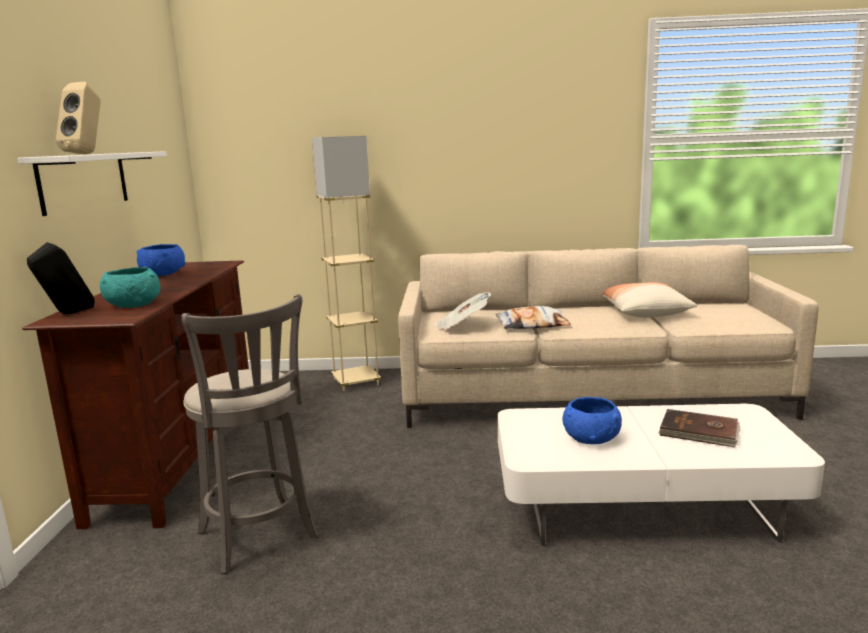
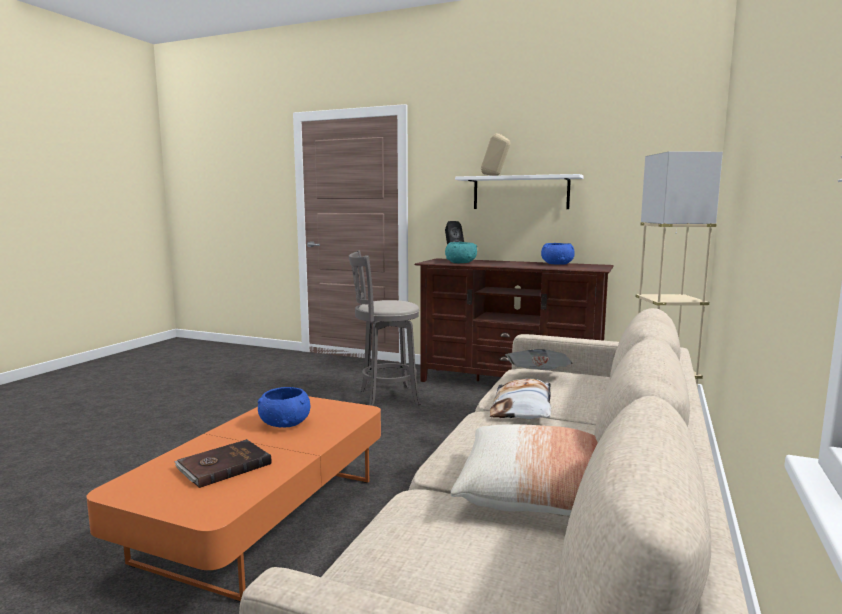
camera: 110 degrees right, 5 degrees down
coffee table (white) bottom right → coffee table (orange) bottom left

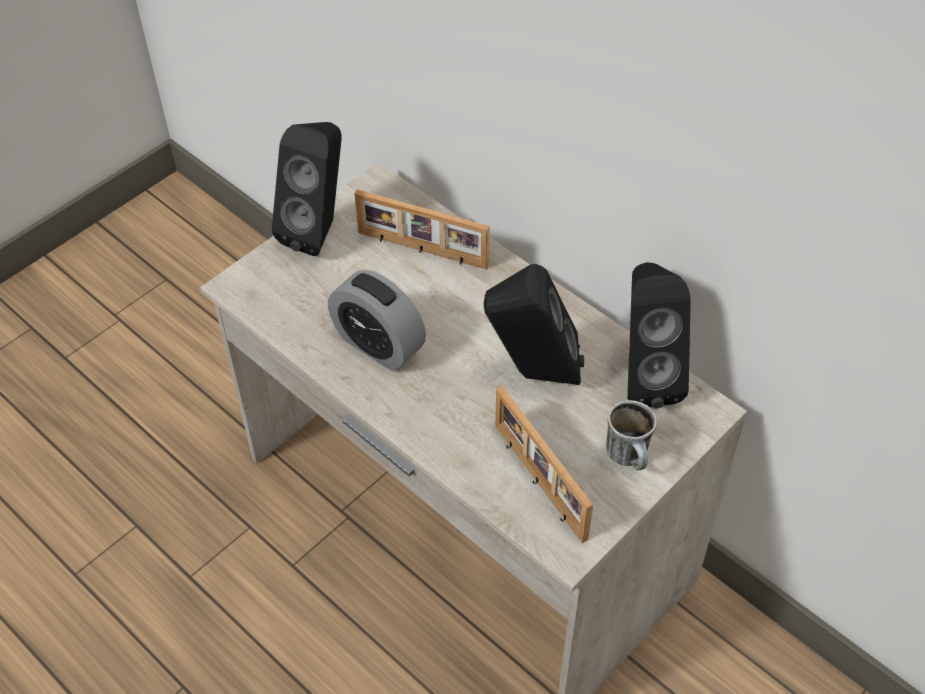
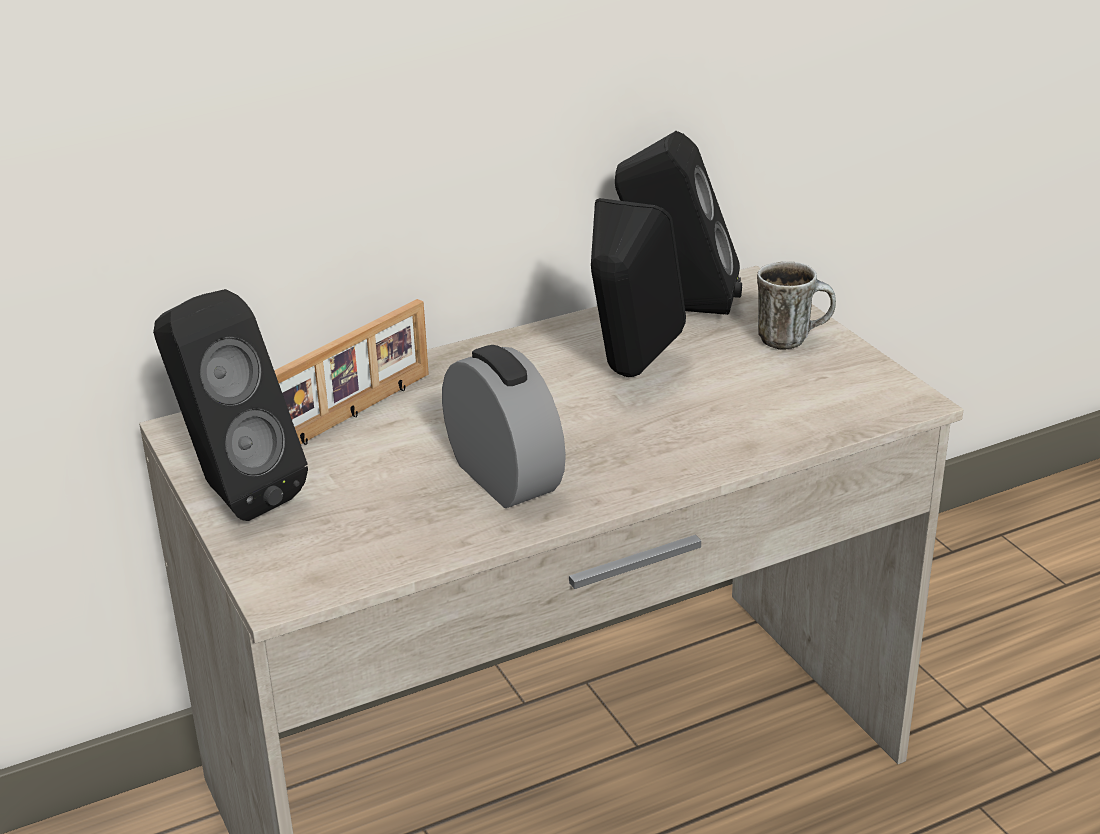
camera: 70 degrees left, 20 degrees down
alarm clock centre, 90 degrees counterclockwise
picture frame (no. 2 from left) bottom centre → -

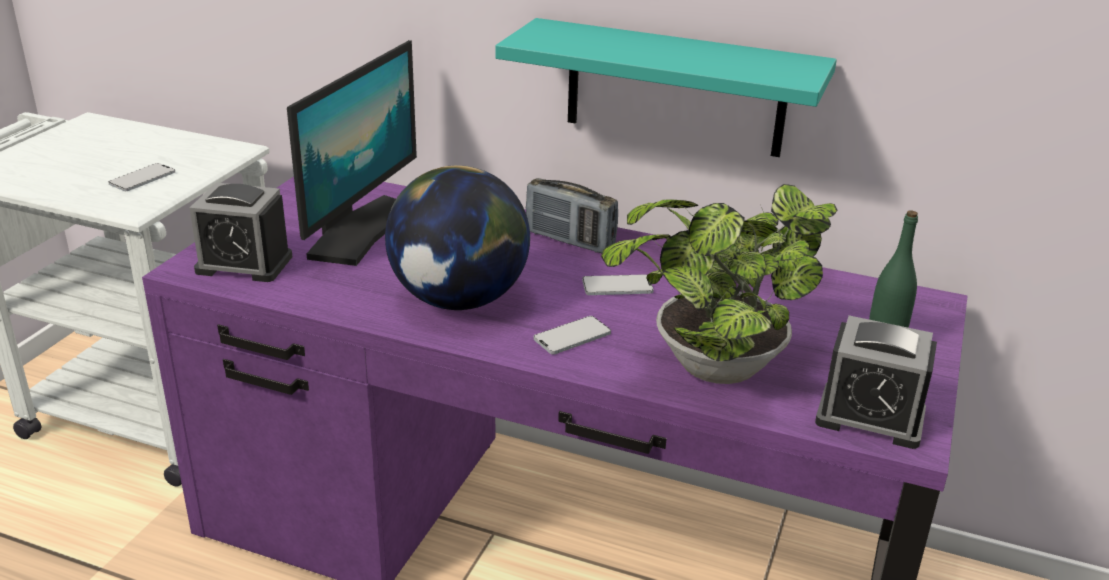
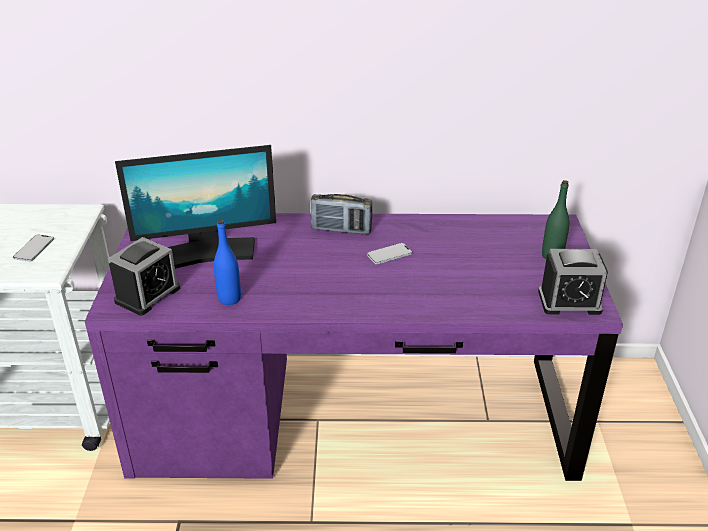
camera: 20 degrees left, 5 degrees up
alarm clock (no. 1 from left) middle left, 45 degrees counterclockwise
monitor top left → monitor middle left, 75 degrees clockwise
- → bottle (blue) middle left
globe centre → -
shelf (turquoise) top centre → -
phone (no. 2 from left) centre → -
potted plant centre → -

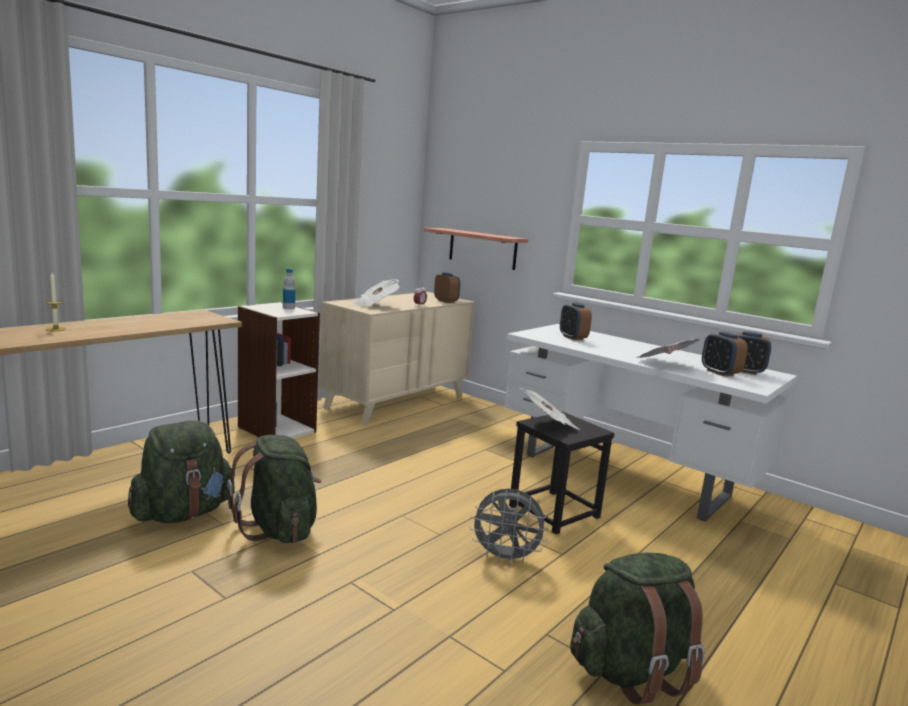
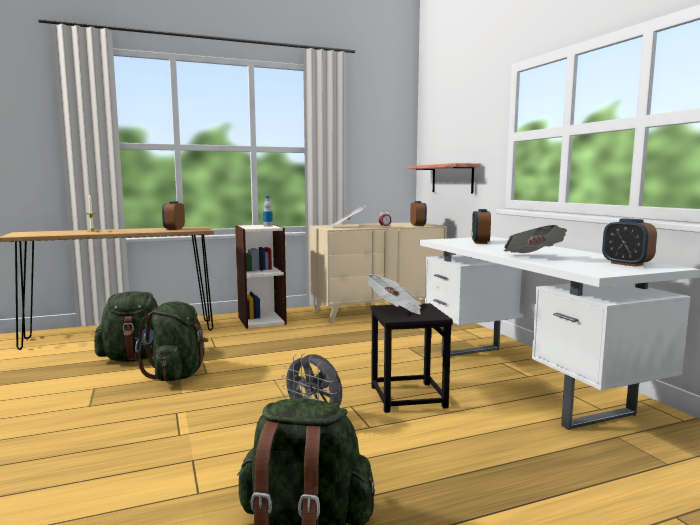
camera: 30 degrees right, 5 degrees down
alarm clock (no. 4 from left in the first image) middle right → alarm clock (no. 1 from left) middle left, shifted

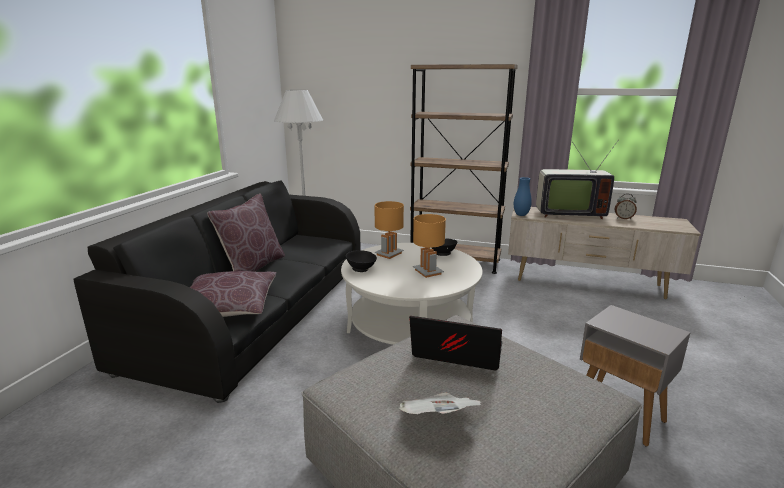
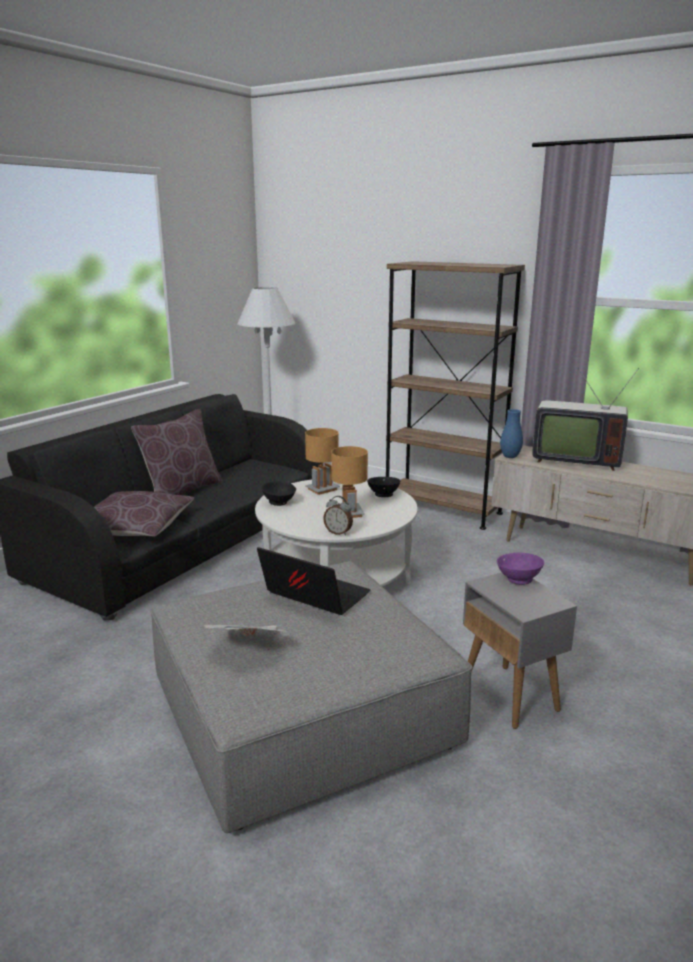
camera: 15 degrees right, 0 degrees up
alarm clock middle right → alarm clock centre, shifted
- → bowl (purple) middle right

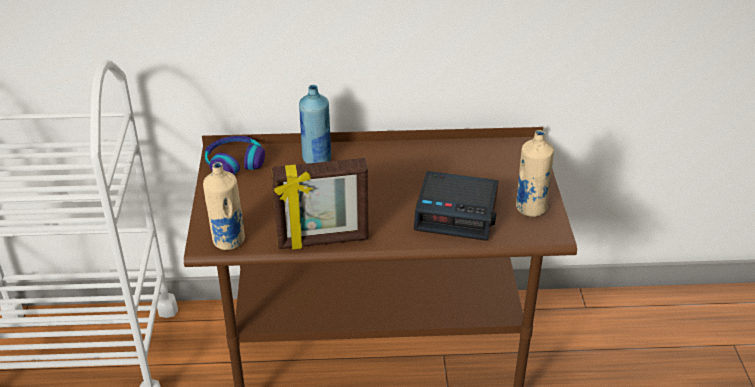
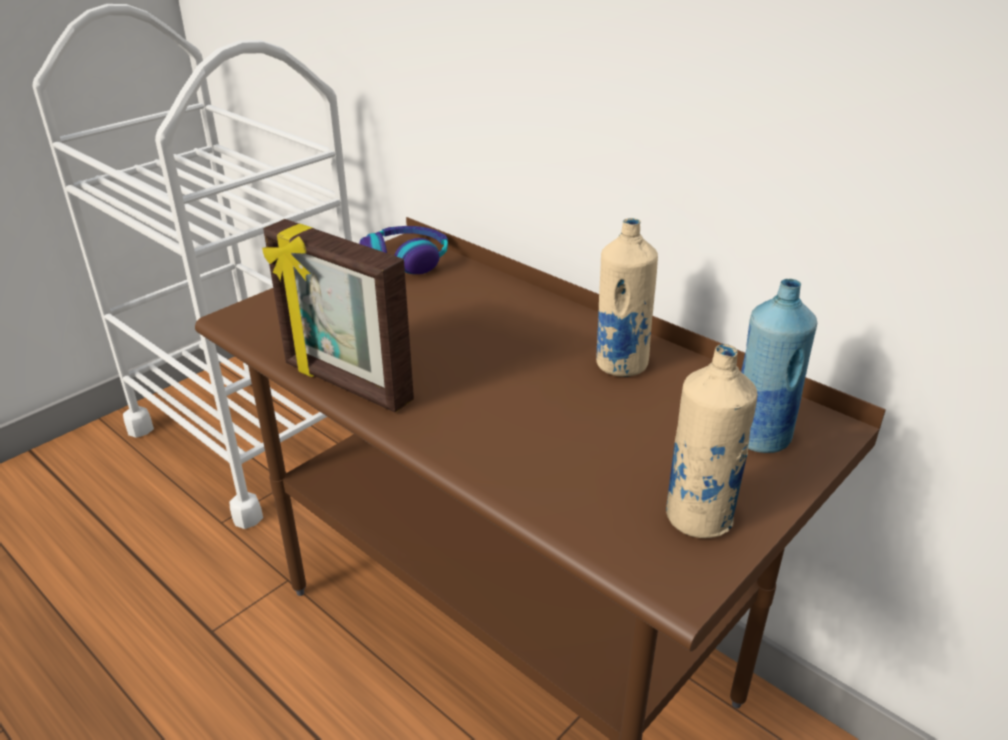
camera: 45 degrees right, 5 degrees down
bottle (beige) (no. 1 from left) middle left → bottle (beige) (no. 1 from left) centre, shifted
bottle (blue) top centre → bottle (blue) middle right, shifted
alarm clock centre → -

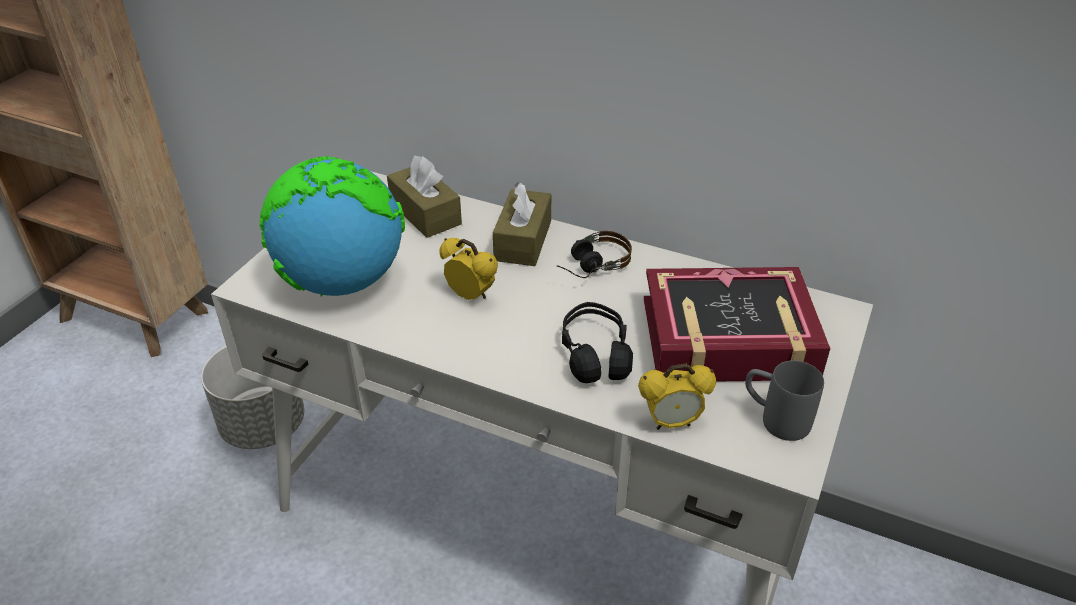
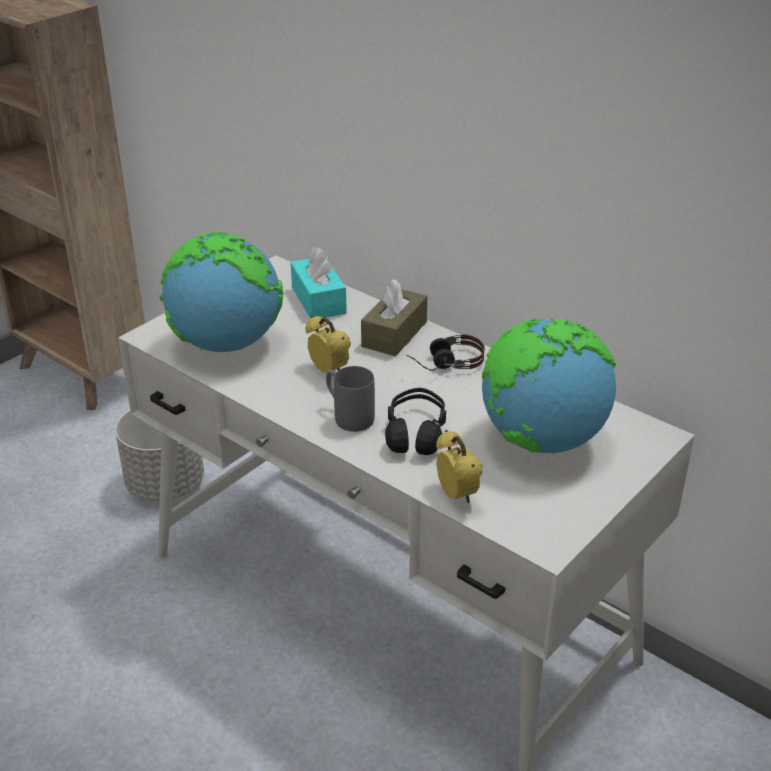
camera: 15 degrees right, 5 degrees down
tissue box (brown) (no. 1 from left) top centre → tissue box (turquoise) centre
mug (grey) middle right → mug (grey) centre, shifted
alarm clock (no. 2 from left) centre, 120 degrees counterclockwise
book middle right → globe (no. 2 from left) middle right

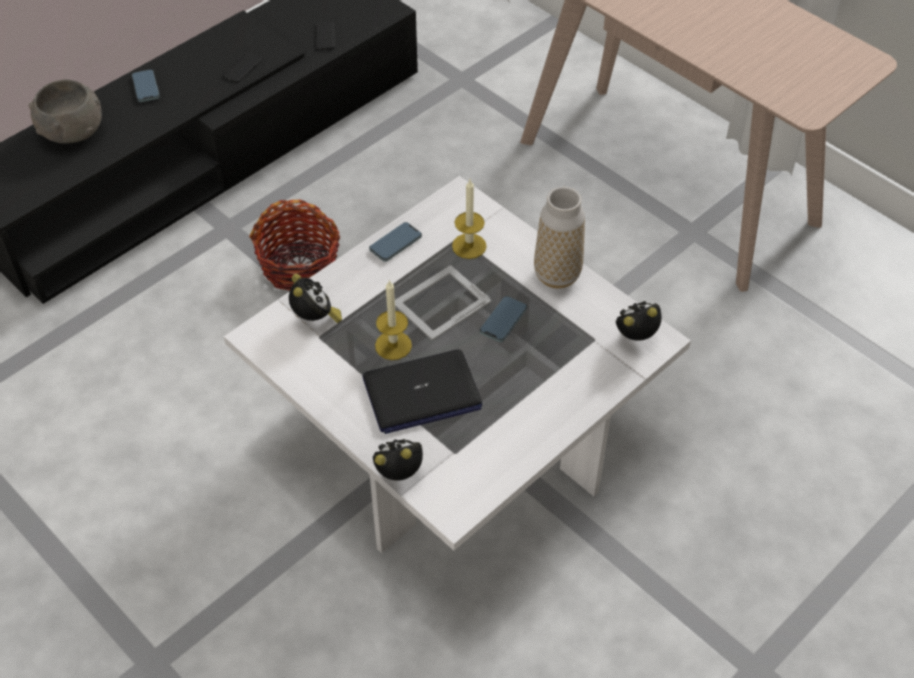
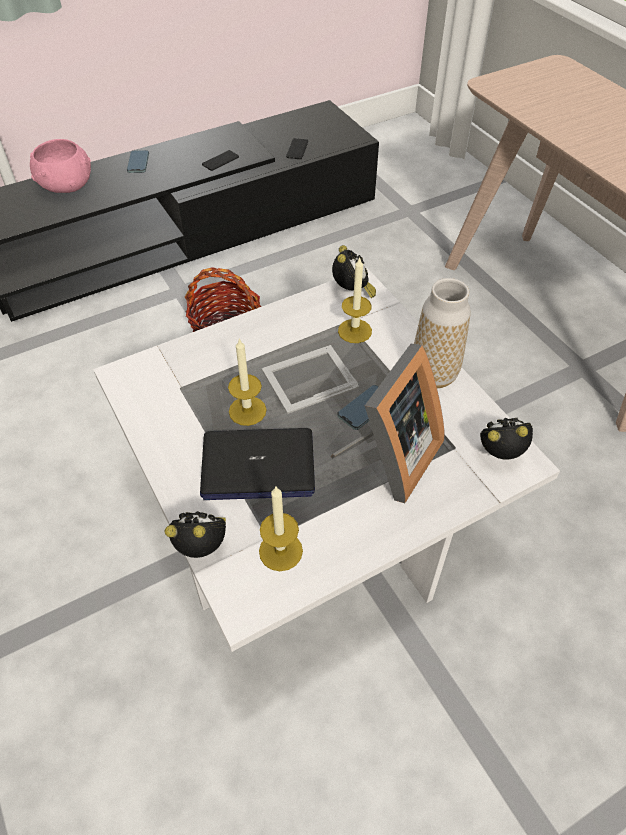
camera: 15 degrees right, 0 degrees up
bowl (grey) top left → bowl (pink) top left
- → candle (no. 2 from left) centre
- → picture frame (no. 2 from left) centre
alarm clock (no. 1 from left in the first image) centre → alarm clock (no. 2 from left) top centre, shifted
phone (no. 4 from left) centre → -

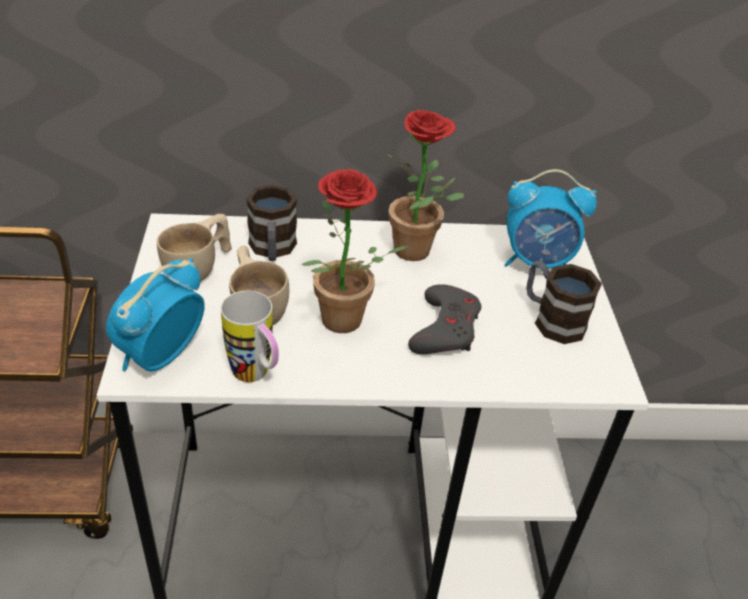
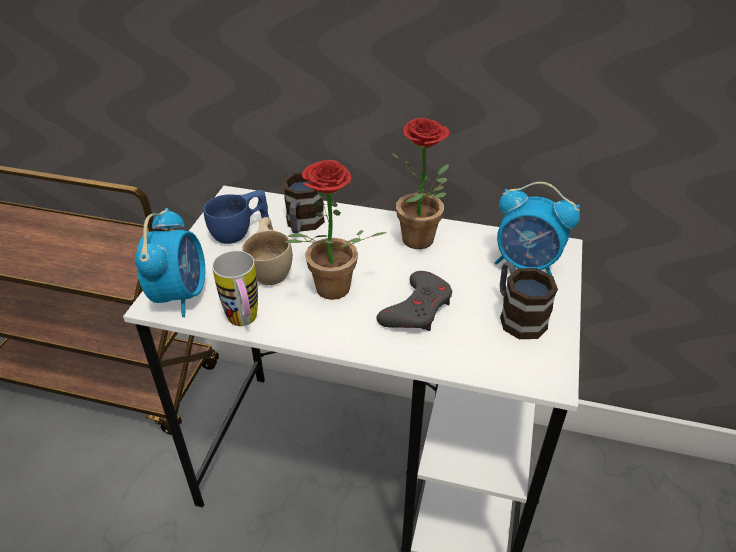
camera: 20 degrees right, 0 degrees up
alarm clock (no. 1 from left) middle left, 135 degrees clockwise
cup (beige) (no. 1 from left) middle left → cup (blue) middle left

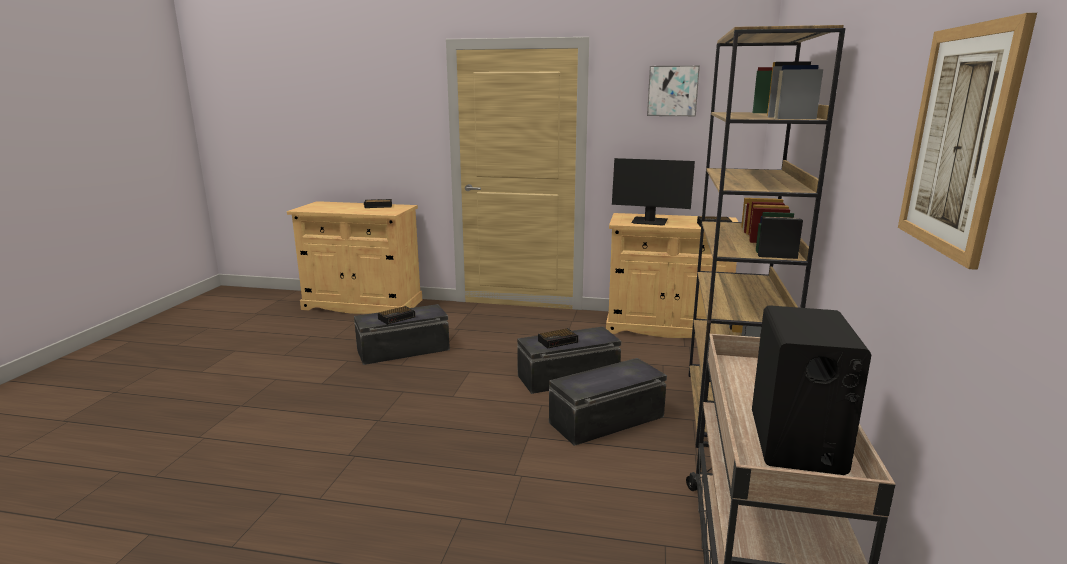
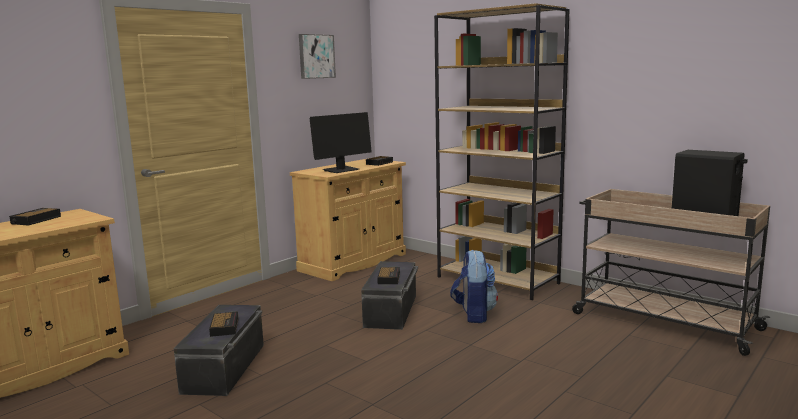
camera: 60 degrees left, 5 degrees down
storage box (black) (no. 3 from left) bottom centre → backpack bottom centre
picture (no. 2 from left) top right → -

